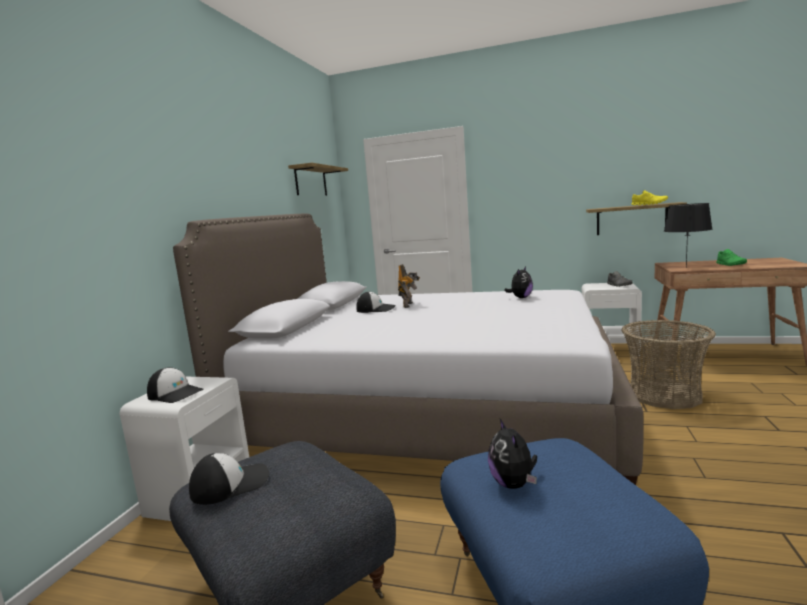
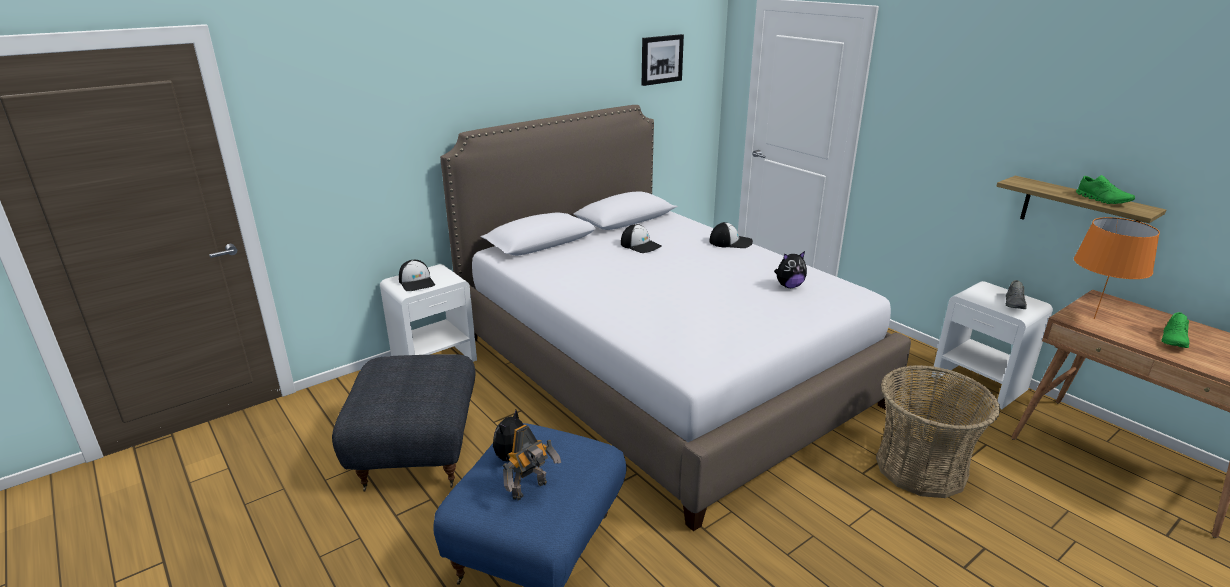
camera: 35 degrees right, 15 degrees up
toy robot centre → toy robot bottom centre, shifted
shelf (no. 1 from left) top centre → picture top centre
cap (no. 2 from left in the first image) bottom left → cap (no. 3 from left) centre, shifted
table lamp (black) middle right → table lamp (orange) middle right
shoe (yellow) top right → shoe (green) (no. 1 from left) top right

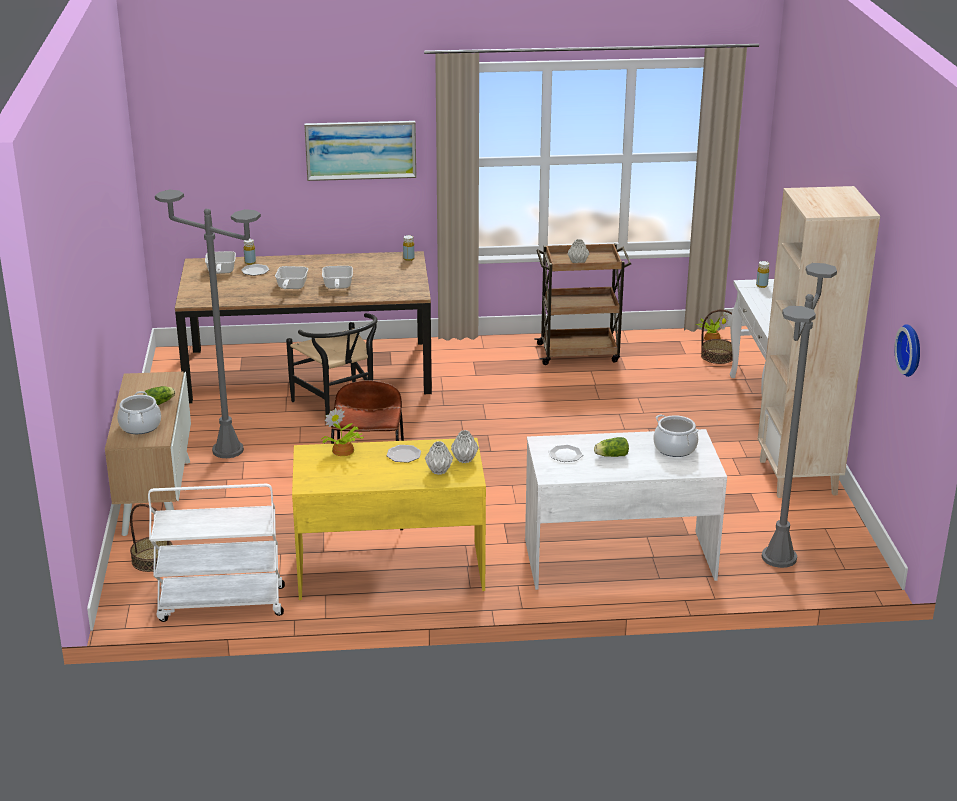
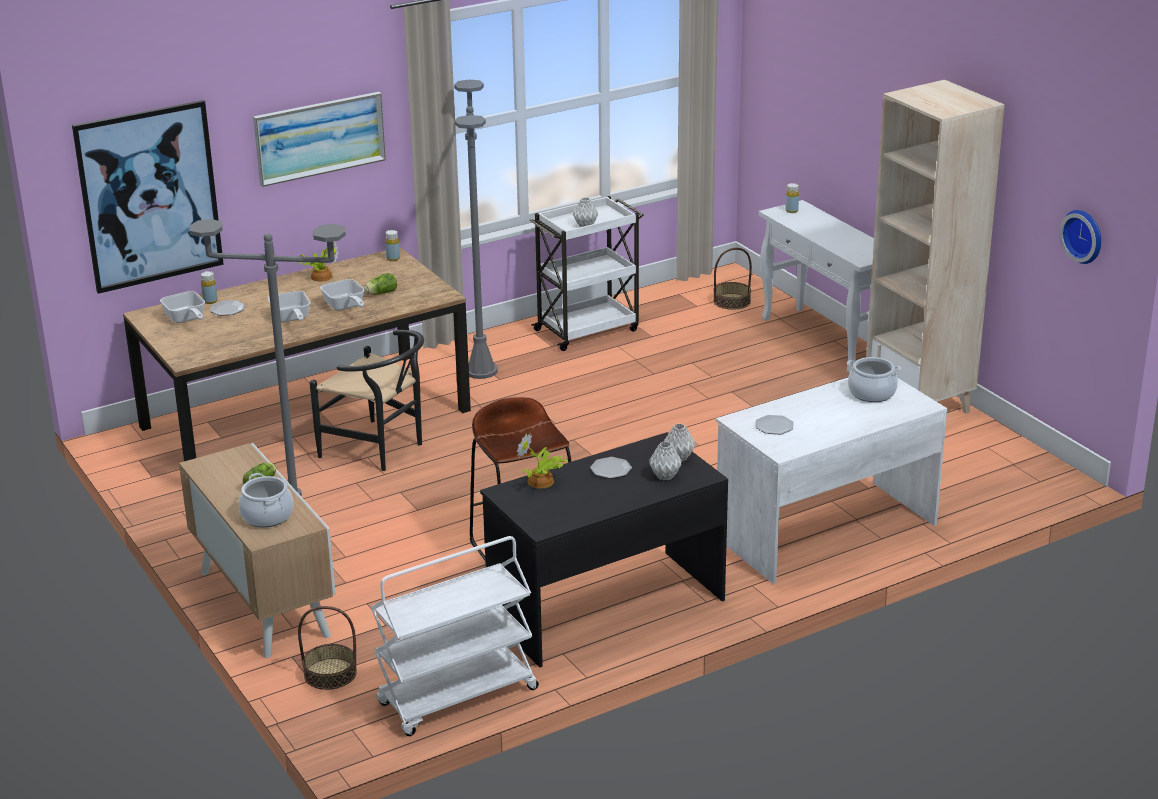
camera: 25 degrees left, 0 degrees up
- → picture (no. 1 from left) top left
potted plant (no. 2 from left in the first image) middle right → potted plant (no. 1 from left) top left, shifted
lettuce (no. 2 from left) centre → lettuce (no. 2 from left) middle left, shifted
floor lamp (grey) (no. 2 from left) middle right → floor lamp (grey) (no. 2 from left) top centre, shifted
desk (yellow) centre → desk (black) bottom centre
cart (brown) centre → cart (white) (no. 2 from left) centre

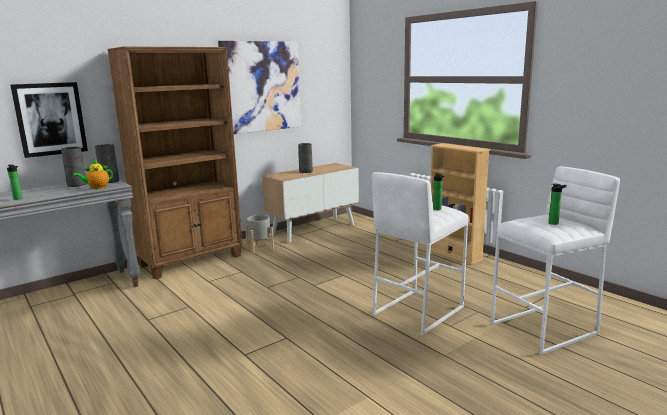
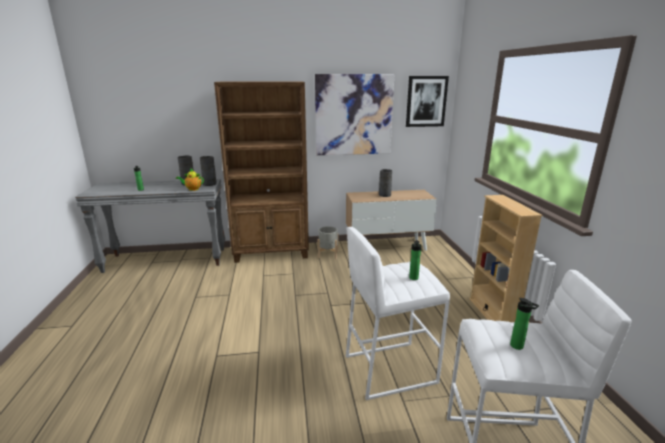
camera: 30 degrees right, 5 degrees up
picture (no. 1 from left in the first image) top left → picture (no. 2 from left) top centre, shifted

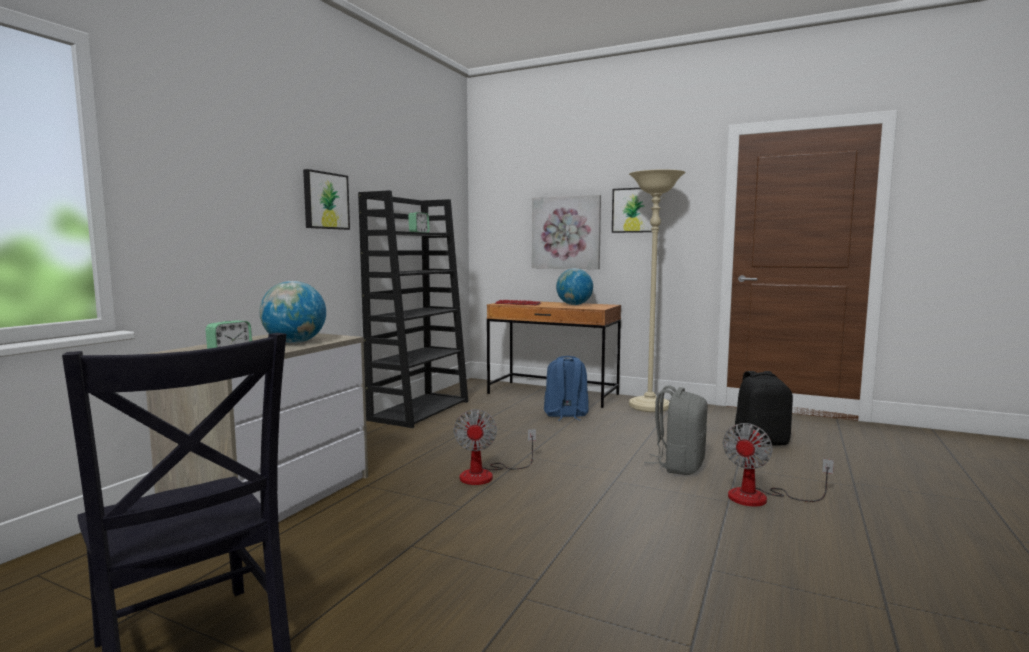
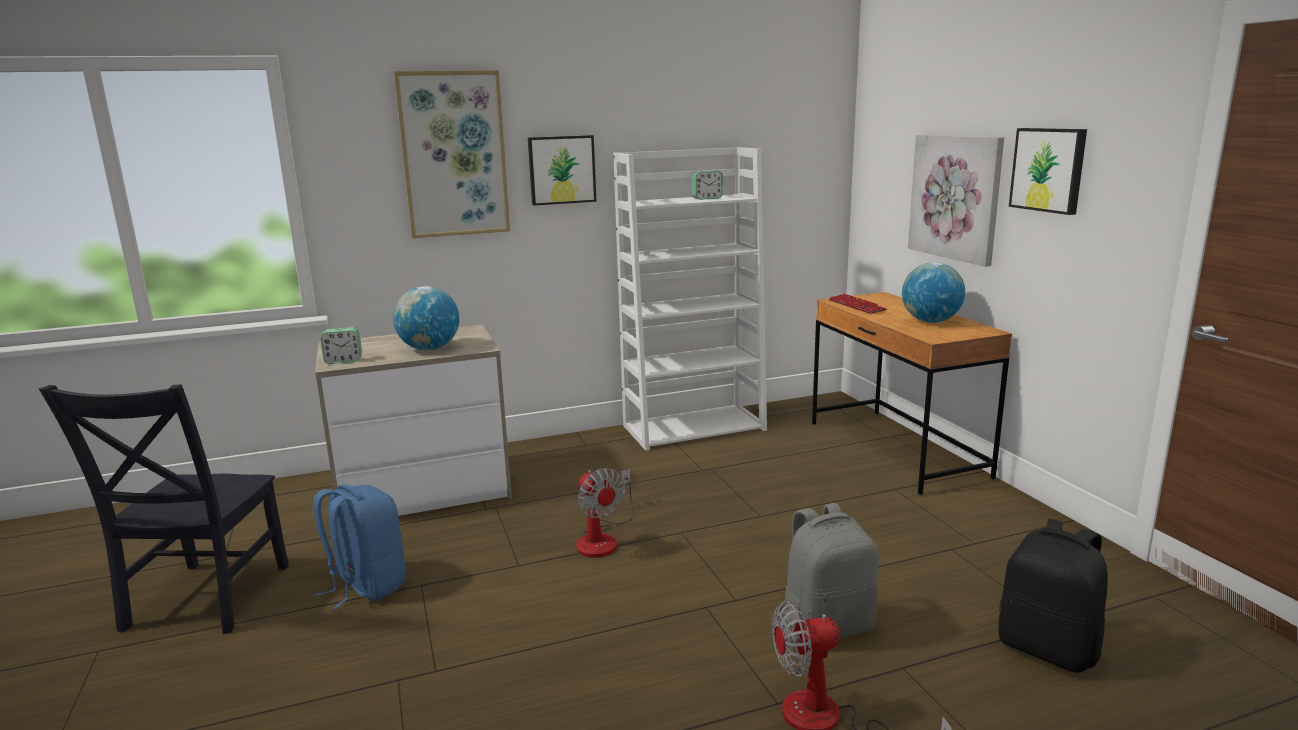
camera: 45 degrees right, 10 degrees up
backpack (blue) centre → backpack (blue) bottom left, shifted
- → picture (no. 1 from left) top centre
fan (no. 1 from left) bottom centre, 75 degrees counterclockwise
bookcase (black) centre → bookcase (white) centre
floor lamp (beige) centre → -

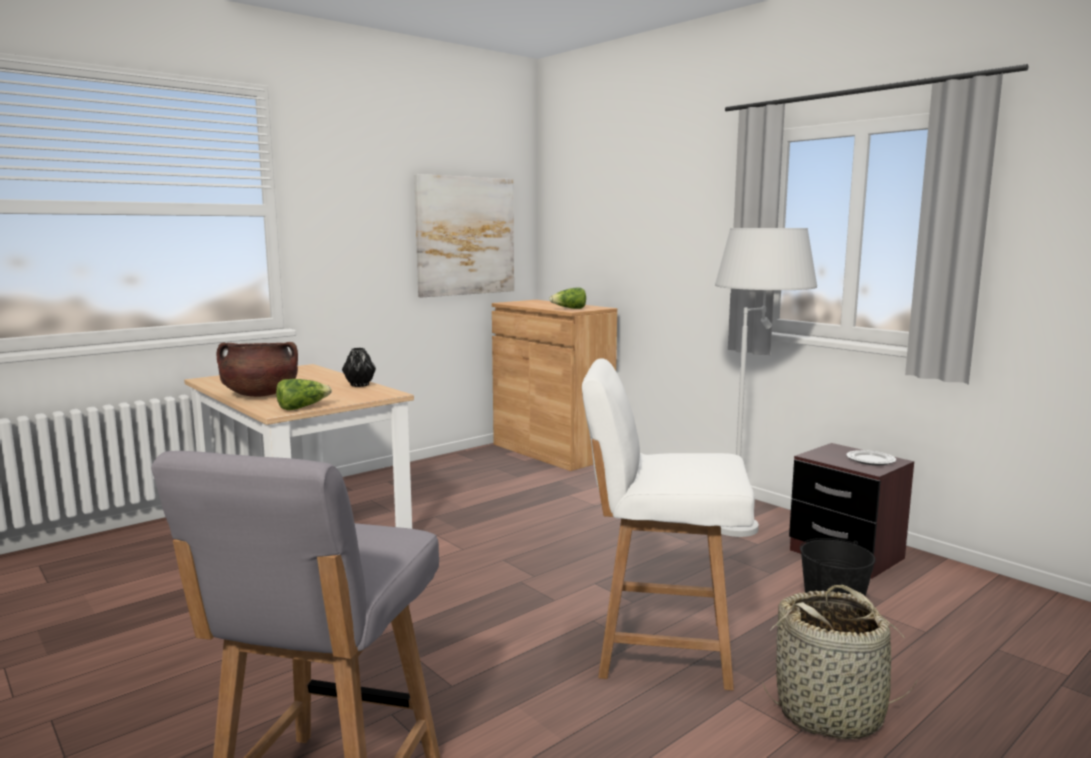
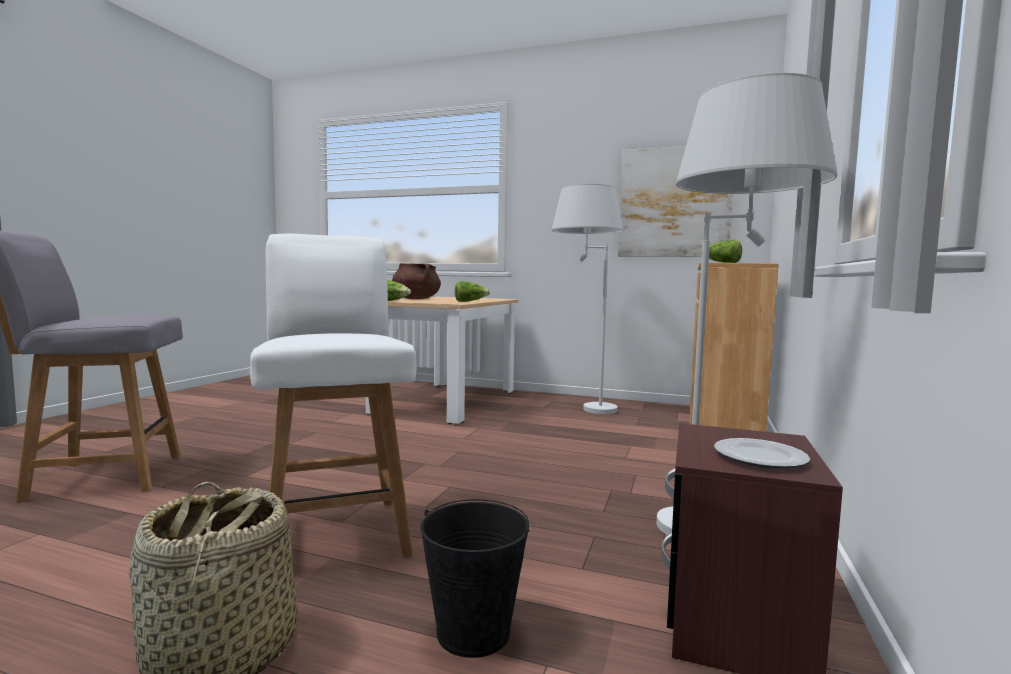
camera: 60 degrees right, 5 degrees down
vase (black) middle left → lettuce (no. 2 from left) centre
- → floor lamp (white) (no. 1 from left) centre

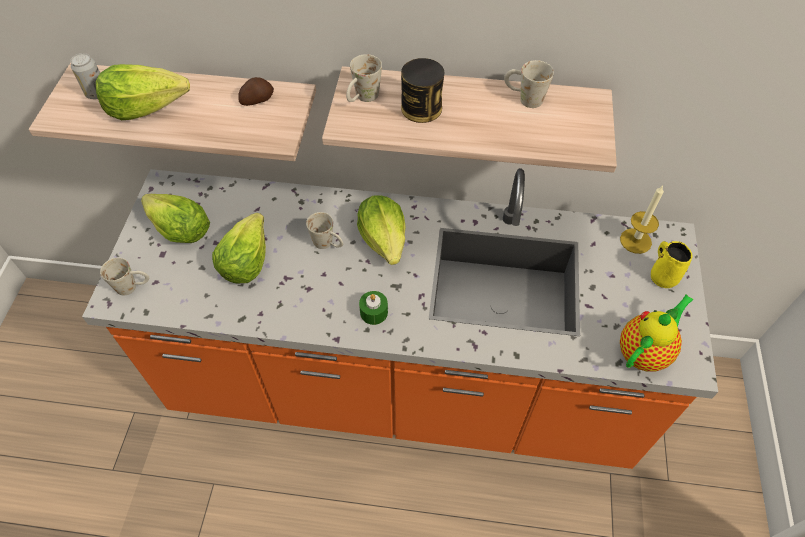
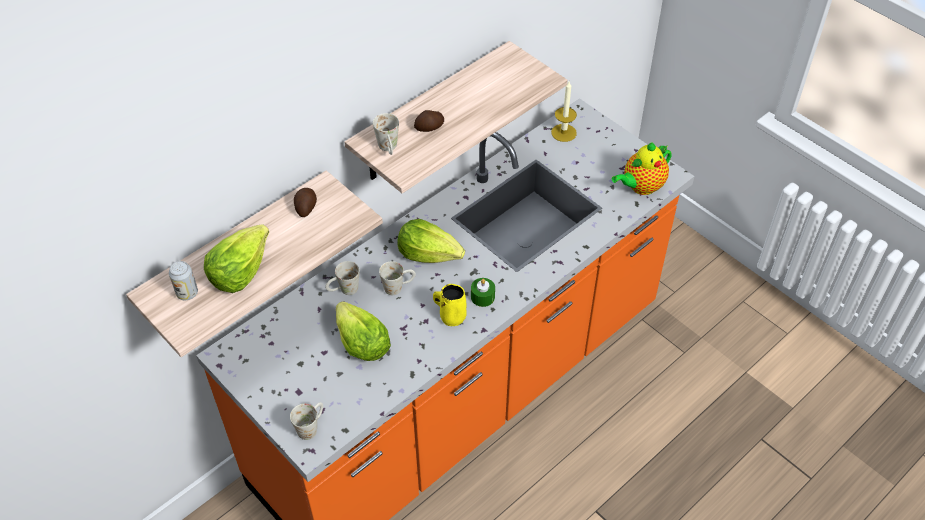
camera: 50 degrees left, 5 degrees down
mug (white) (no. 4 from left in the first image) top centre → mug (white) (no. 2 from left) centre, shifted
can (no. 2 from left) top centre → potato (no. 2 from left) top centre
mug (yellow) middle right → mug (yellow) centre, shifted
teapot middle right → teapot top right, 120 degrees counterclockwise
lettuce (no. 2 from left) middle left → -

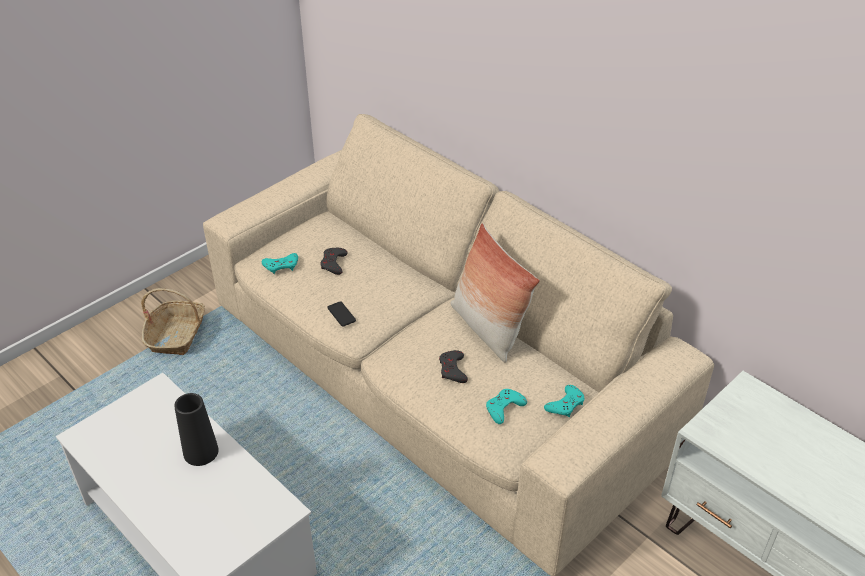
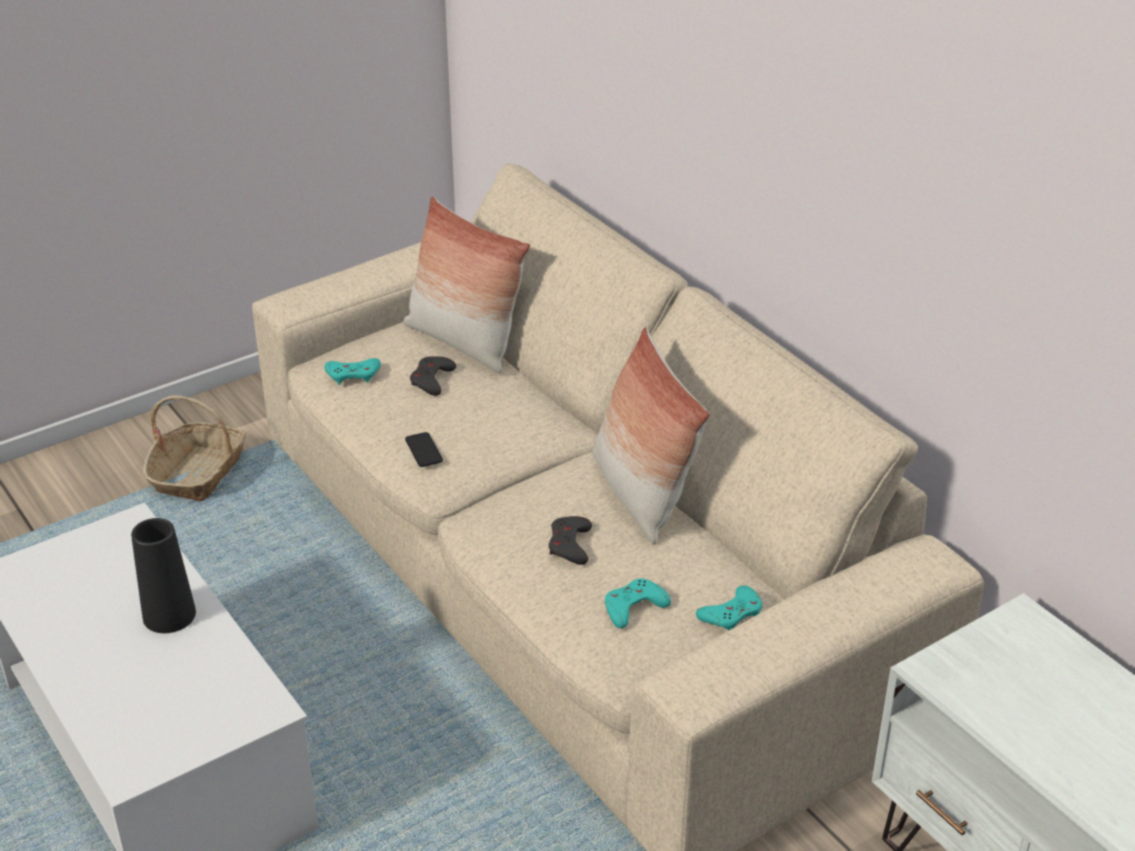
camera: 10 degrees right, 5 degrees down
- → pillow (no. 1 from left) centre

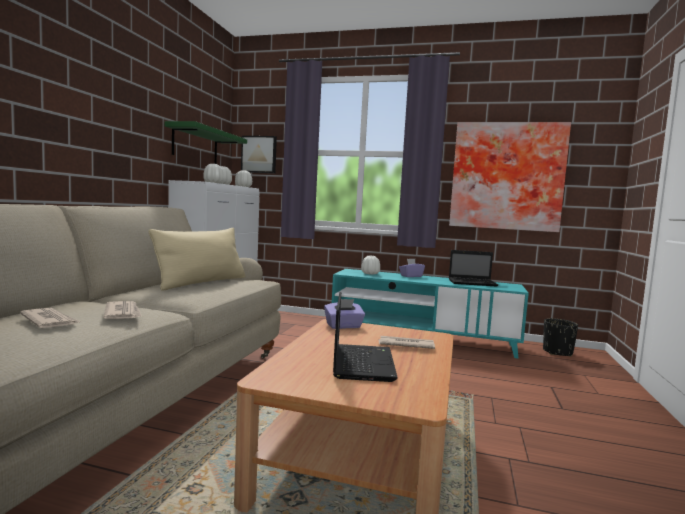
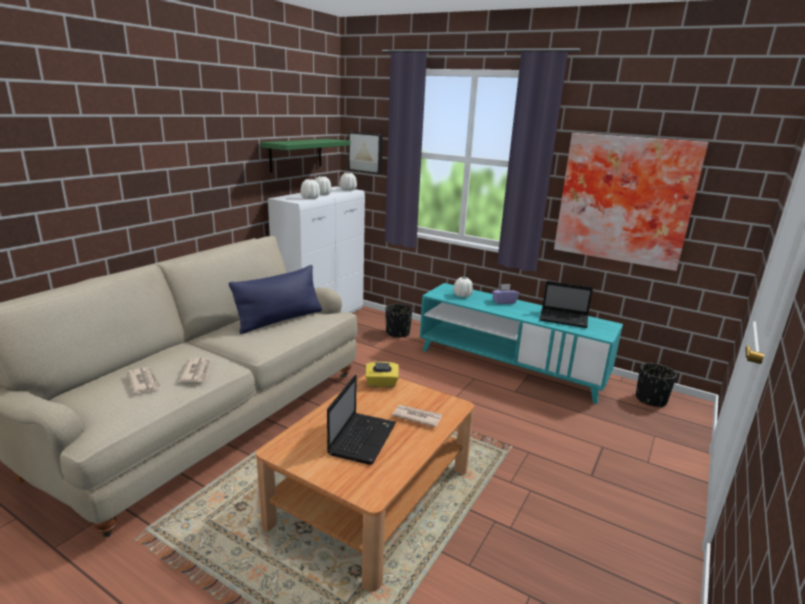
camera: 15 degrees right, 15 degrees up
pillow (beige) middle left → pillow (blue) centre
tissue box (purple) (no. 1 from left) centre → tissue box (yellow) centre
- → planter (black) (no. 1 from left) centre

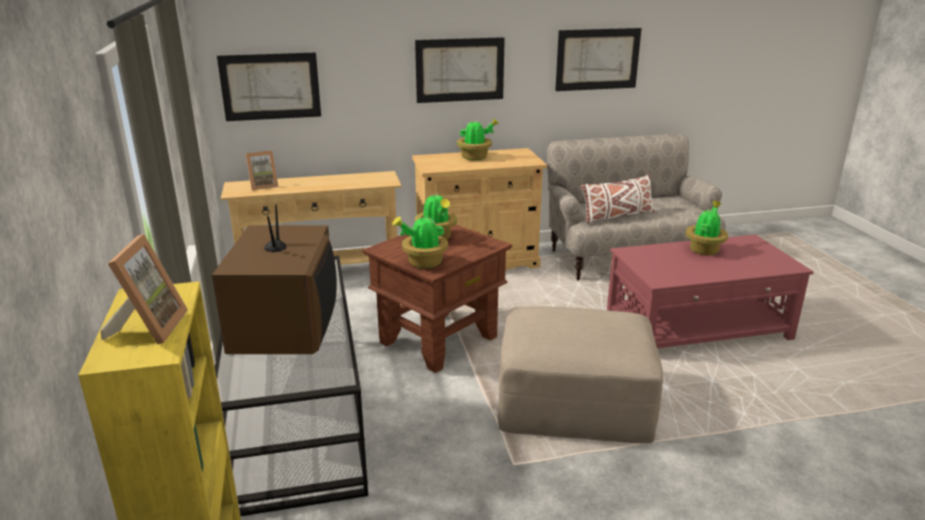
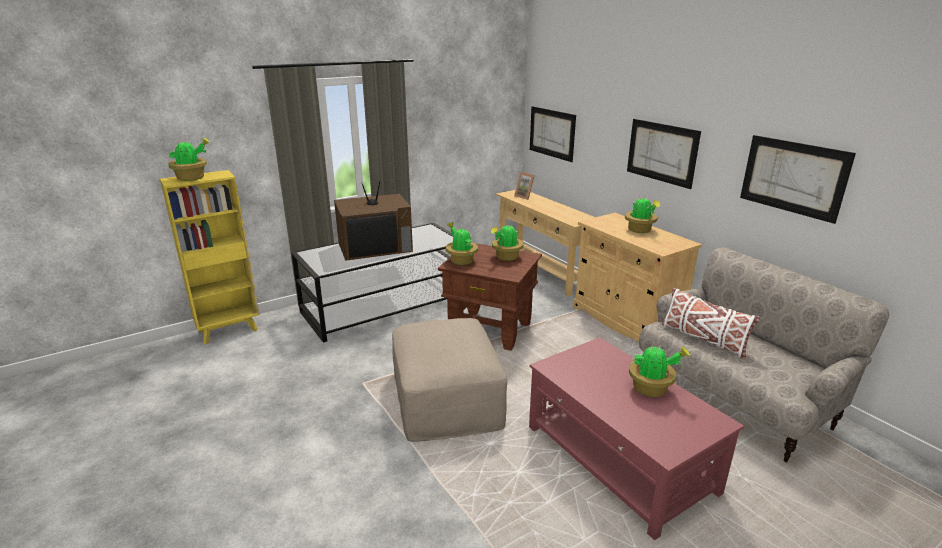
camera: 70 degrees right, 0 degrees up
picture frame (no. 1 from left) middle left → potted plant (no. 1 from left) top left

